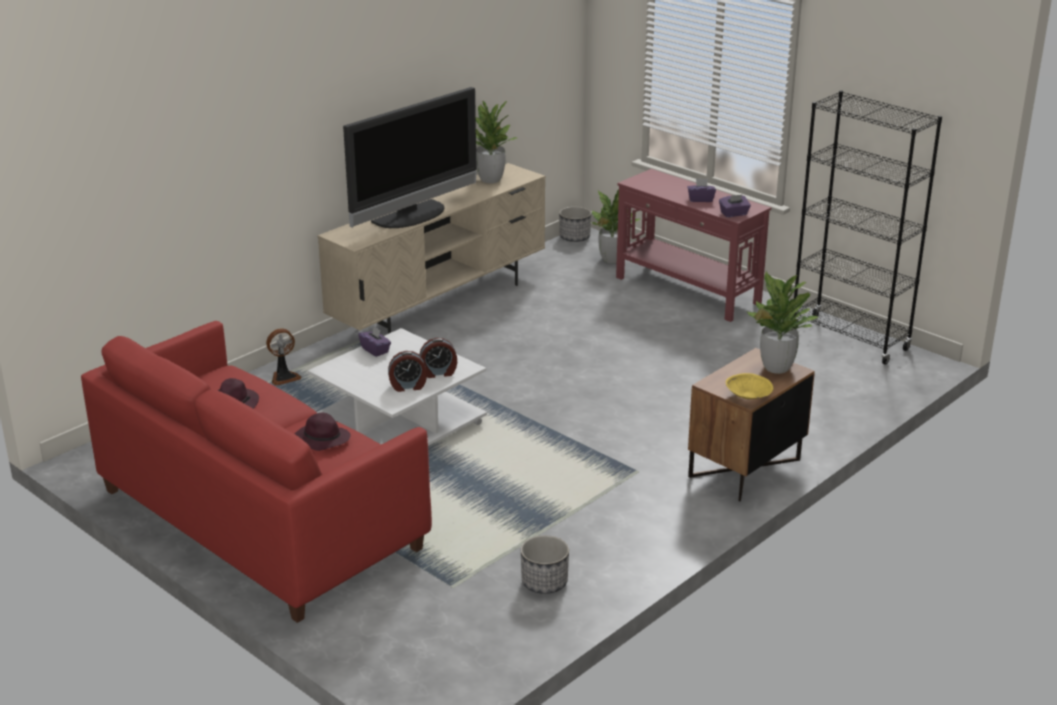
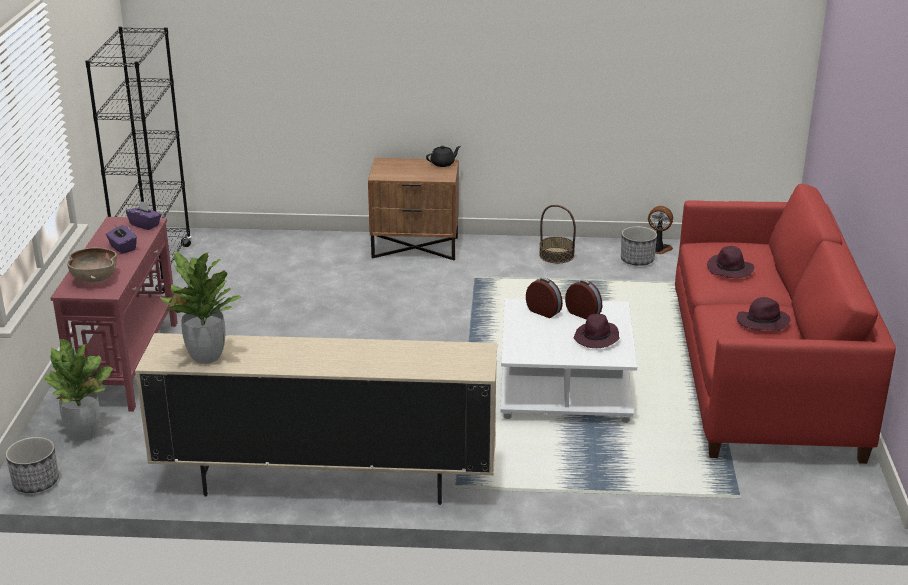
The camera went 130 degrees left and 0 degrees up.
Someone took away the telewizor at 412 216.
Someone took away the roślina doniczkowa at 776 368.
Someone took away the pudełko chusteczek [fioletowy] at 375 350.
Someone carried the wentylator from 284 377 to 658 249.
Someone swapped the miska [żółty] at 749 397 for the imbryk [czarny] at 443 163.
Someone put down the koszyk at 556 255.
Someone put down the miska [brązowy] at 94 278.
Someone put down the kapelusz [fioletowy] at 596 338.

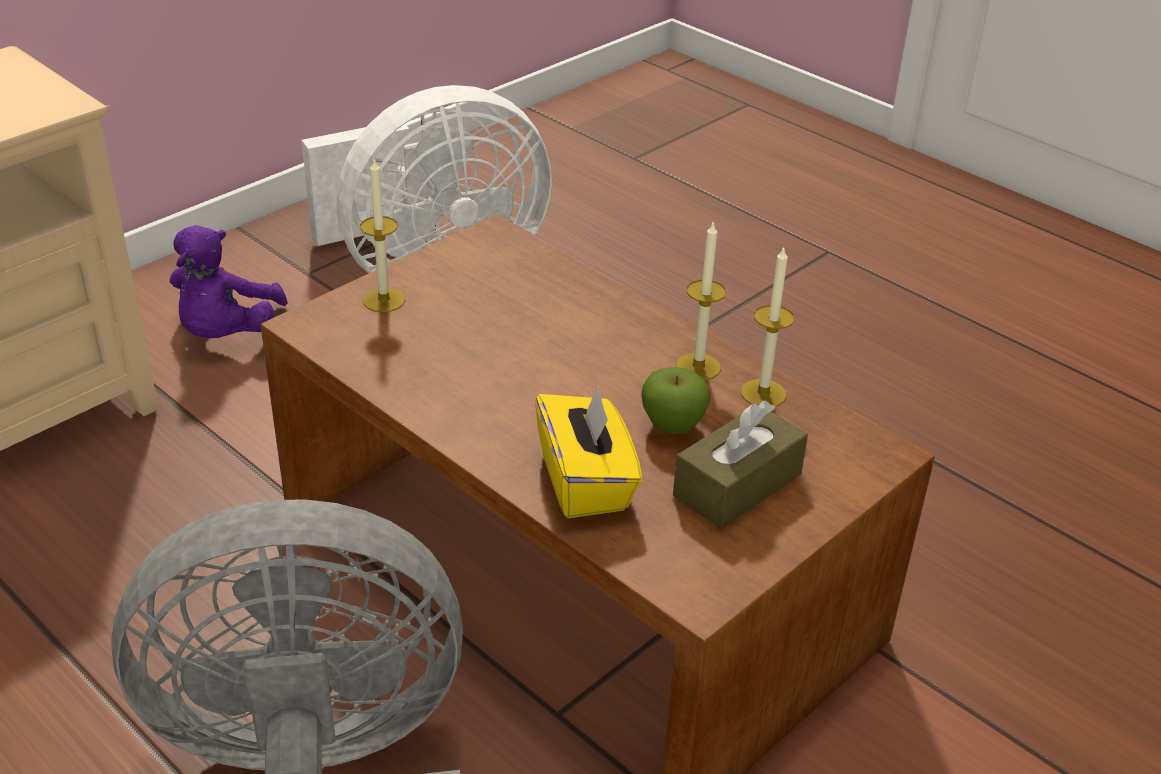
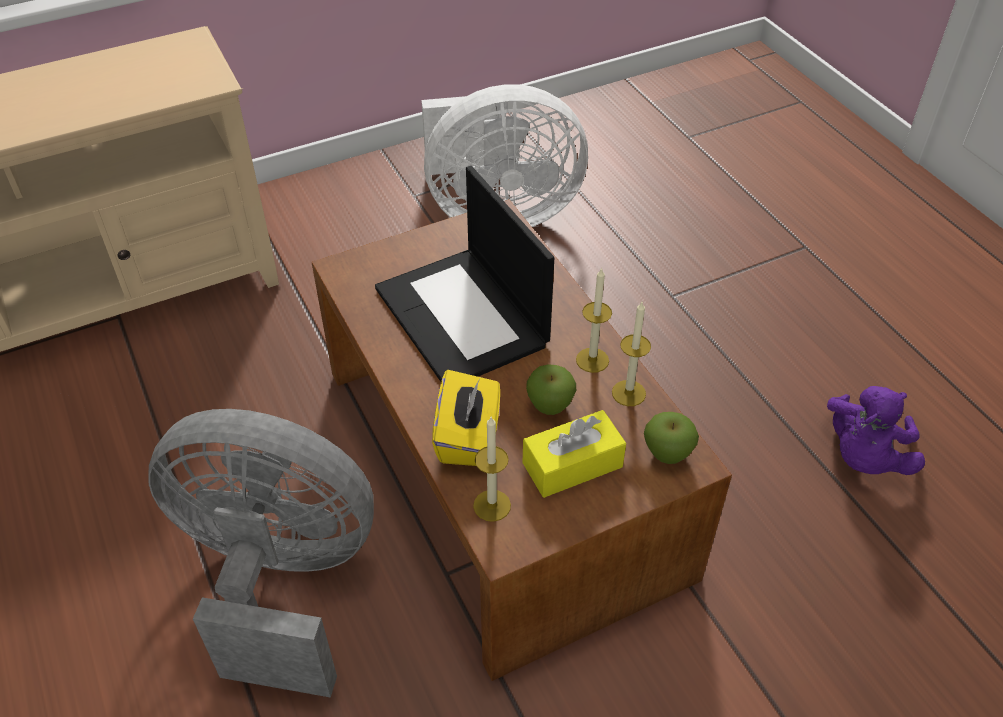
The camera went 20 degrees right and 10 degrees up.
Someone carried the świeca from 384 300 to 492 505.
Someone carried the pluszak [fioletowy] from 226 333 to 863 456.
Someone repainted the pudełko chusteczek [brązowy] at 737 485, which became the pudełko chusteczek [żółty] at 572 465.
Someone put down the laptop at 463 317.
Someone put down the jabłko at 667 453.

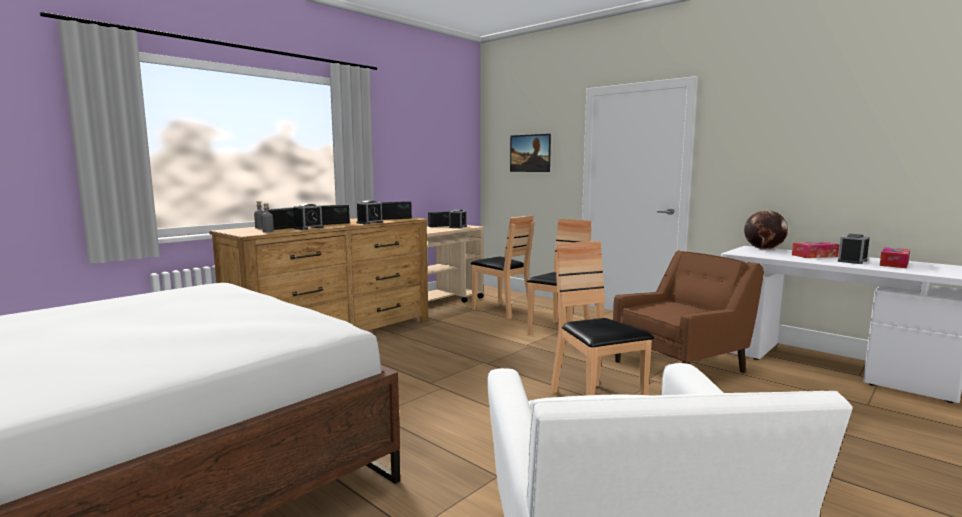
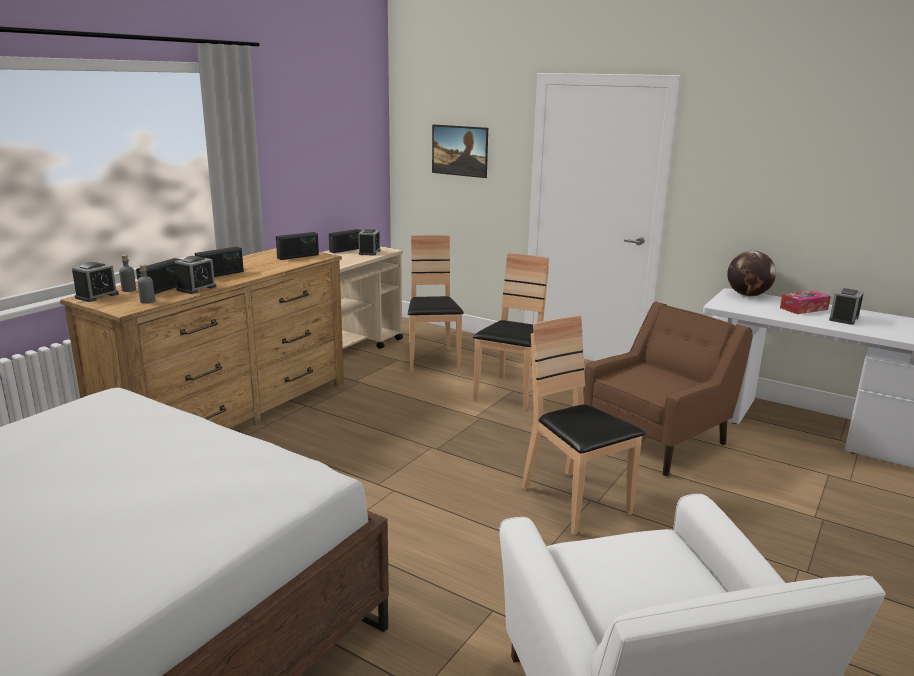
The camera went 10 degrees left and 10 degrees up.
Someone carried the budzik from 370 223 to 97 296.
Someone rotated the krzesło [brązowy] at 502 310 by 135 degrees counterclockwise.
Someone took away the pudełko chusteczek at 894 264.

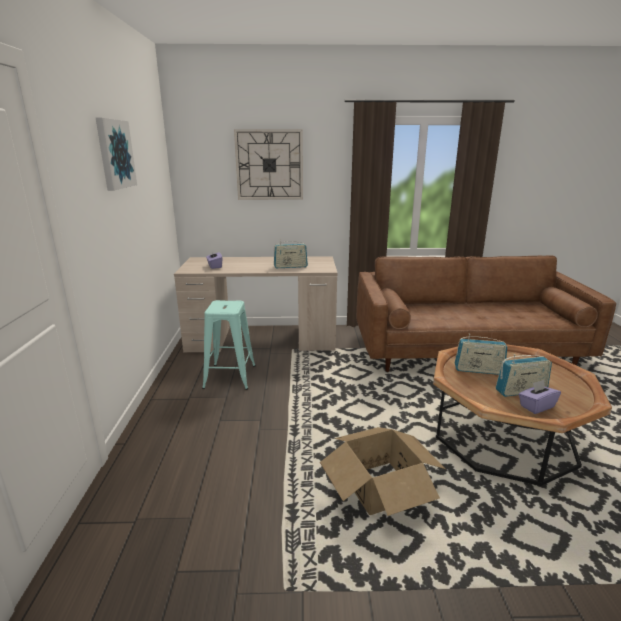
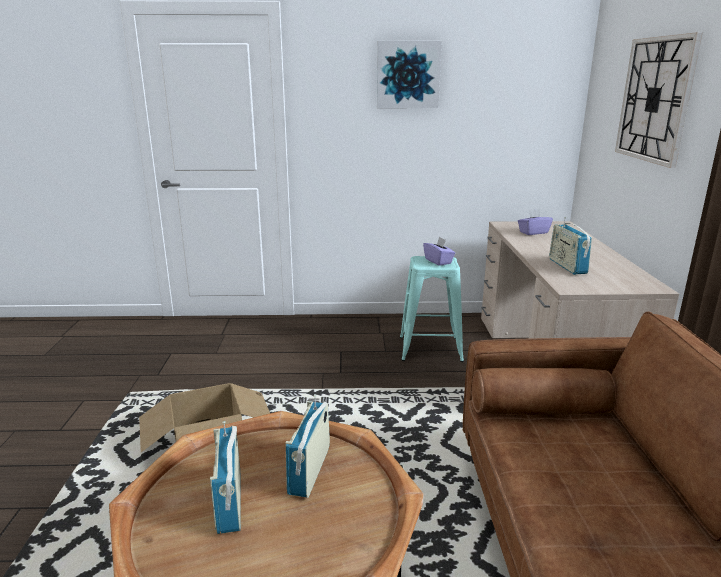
The camera went 90 degrees right and 0 degrees up.
Someone carried the pudełko chusteczek [fioletowy] from 536 406 to 438 261.

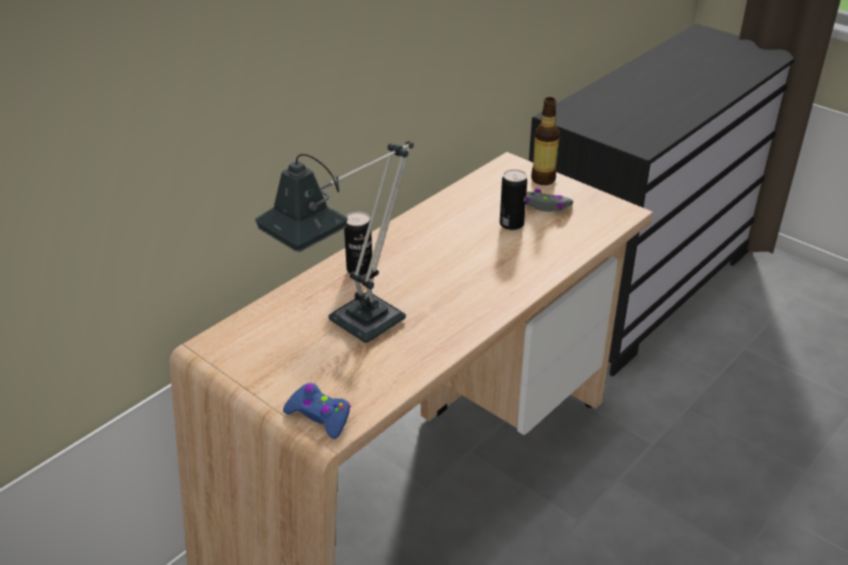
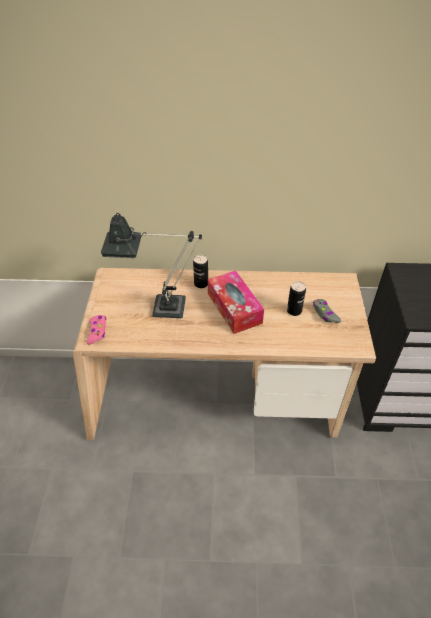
The camera went 50 degrees right and 10 degrees up.
Someone took away the butelka at 543 179.
Someone repainted the pad do gier [niebieski] at 319 416, which became the pad do gier [różowy] at 97 331.
Someone put down the pudełko chusteczek at 234 308.

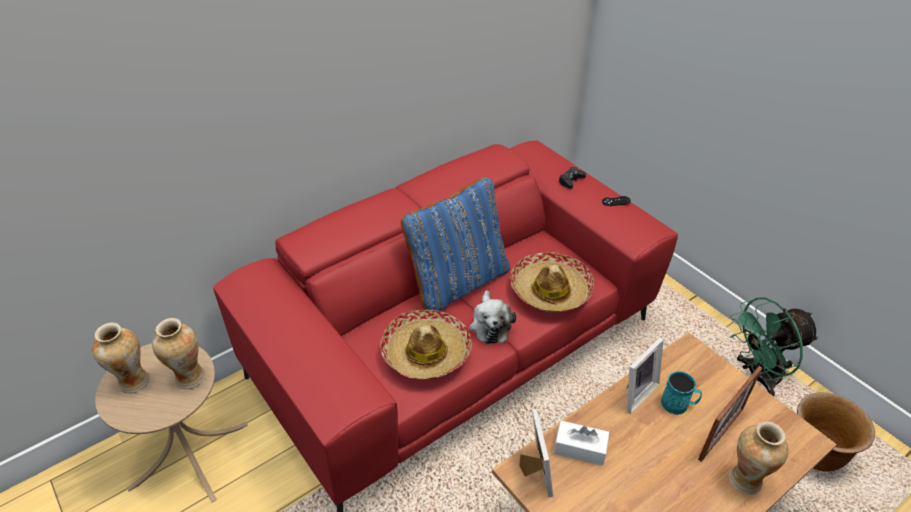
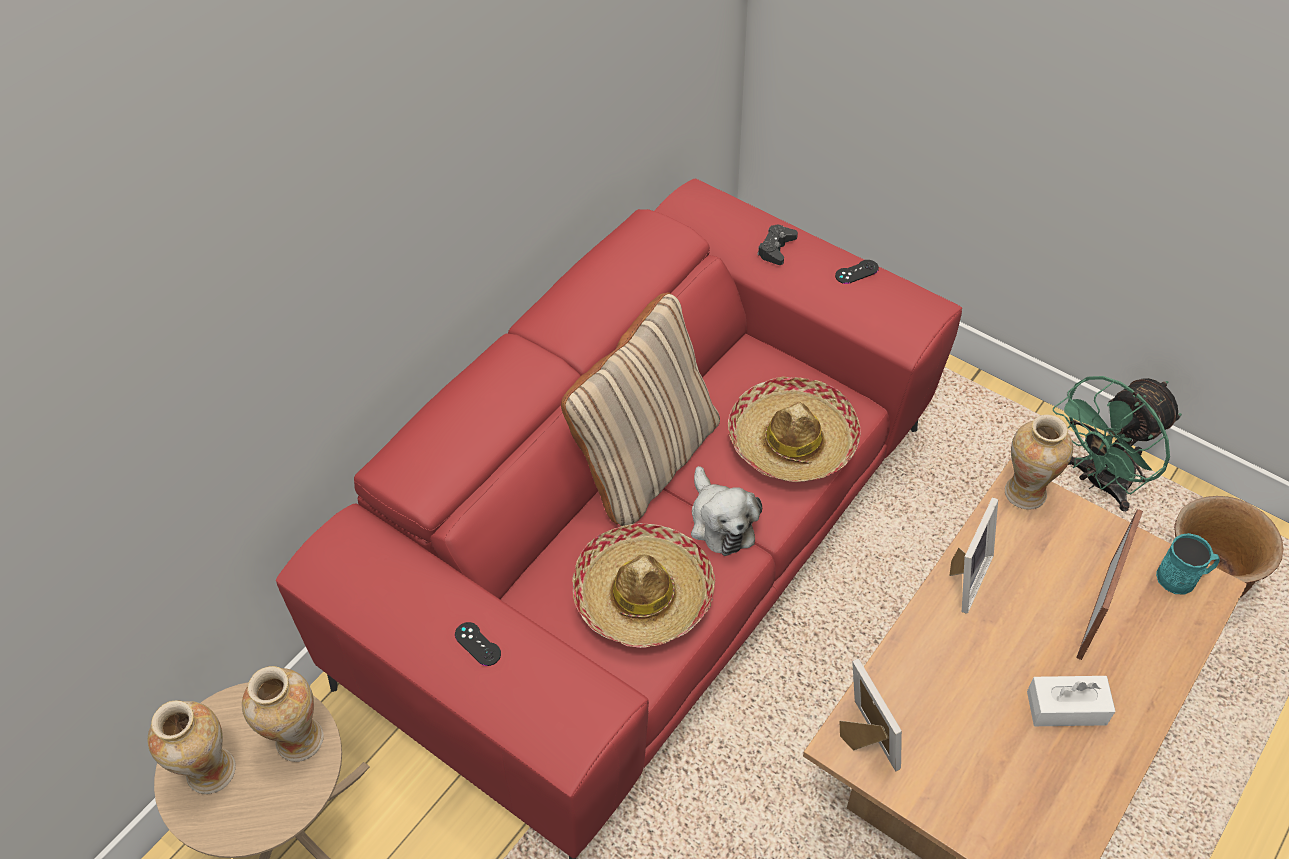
The camera went 15 degrees left and 10 degrees up.
Someone repainted the poduszka [niebieski] at 458 282, which became the poduszka [beżowy] at 646 460.
Someone carried the kubek [turkusowy] from 678 404 to 1182 577.
Someone carried the pudełko chusteczek [biały] from 580 448 to 1066 708.
Someone carried the wazon from 745 479 to 1025 492.
Someone put down the pad do gier [czarny] at 478 644.

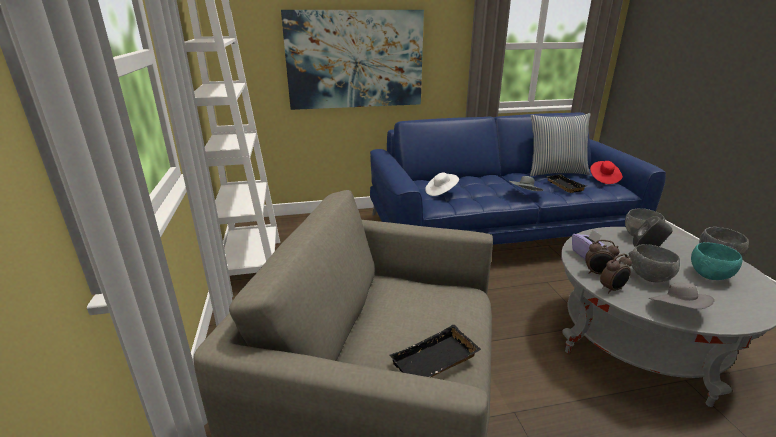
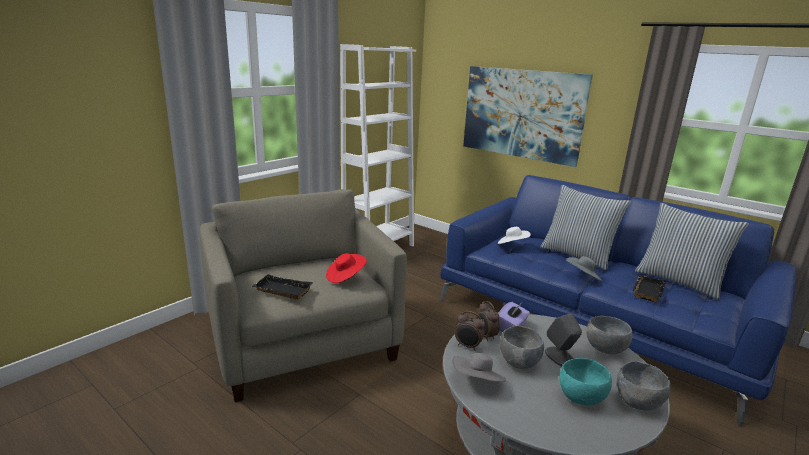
The camera went 50 degrees right and 5 degrees down.
Someone carried the kapelusz [czerwony] from 604 179 to 345 277.
Someone put down the poduszka at 577 255.

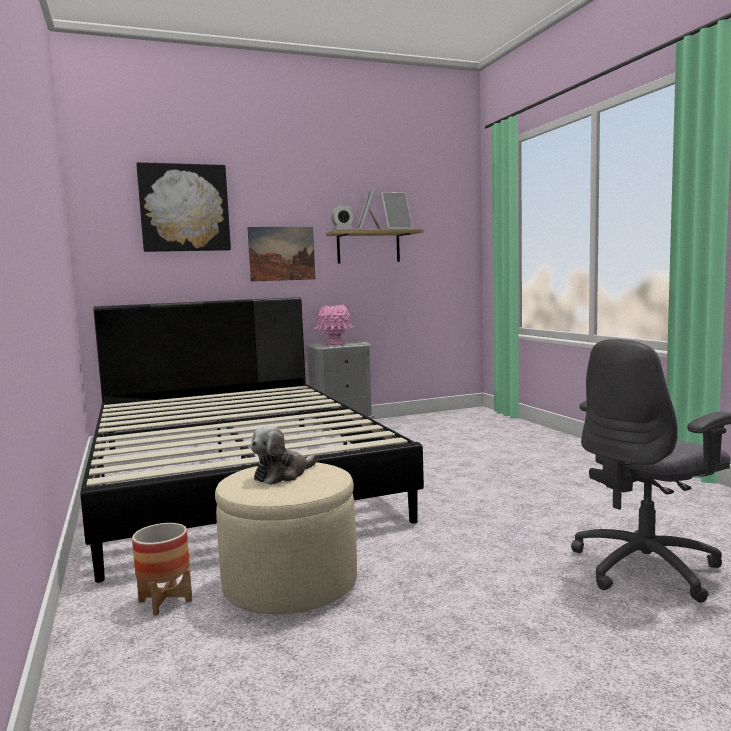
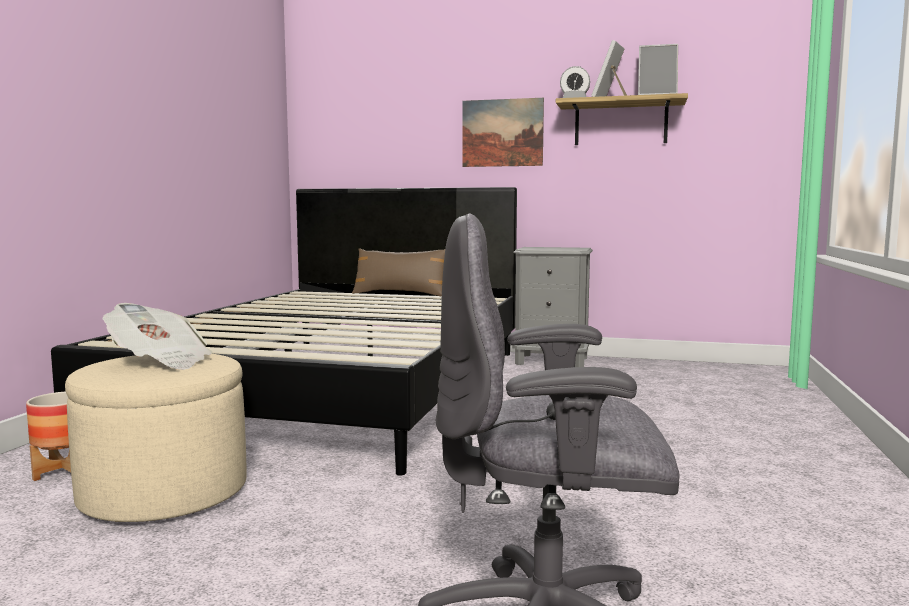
The camera went 35 degrees right and 0 degrees up.
Someone took away the obraz at 184 208.
Someone took away the wazon [różowy] at 334 344.
Someone swapped the pluszak at 283 475 for the gazeta at 160 362.
Someone put down the poduszka [brązowy] at 400 294.

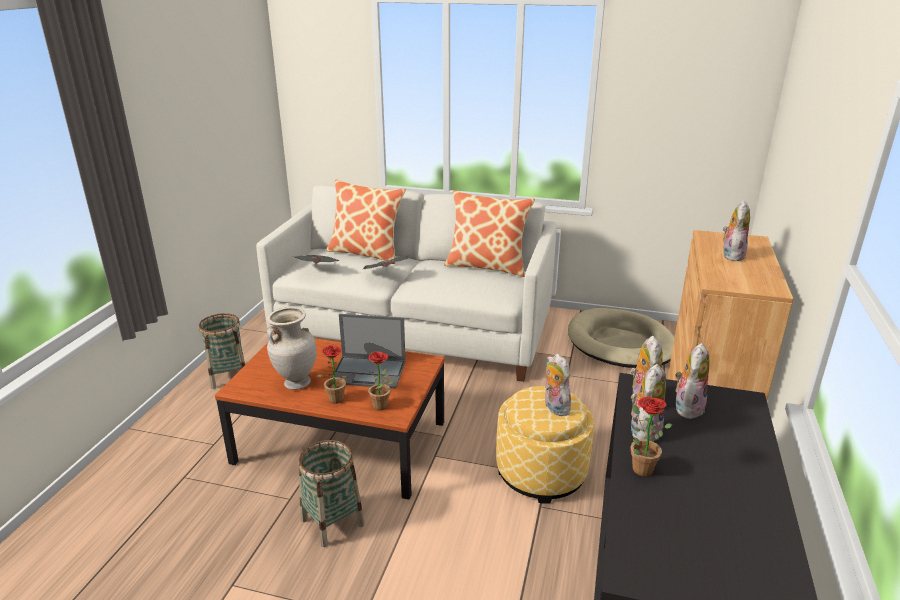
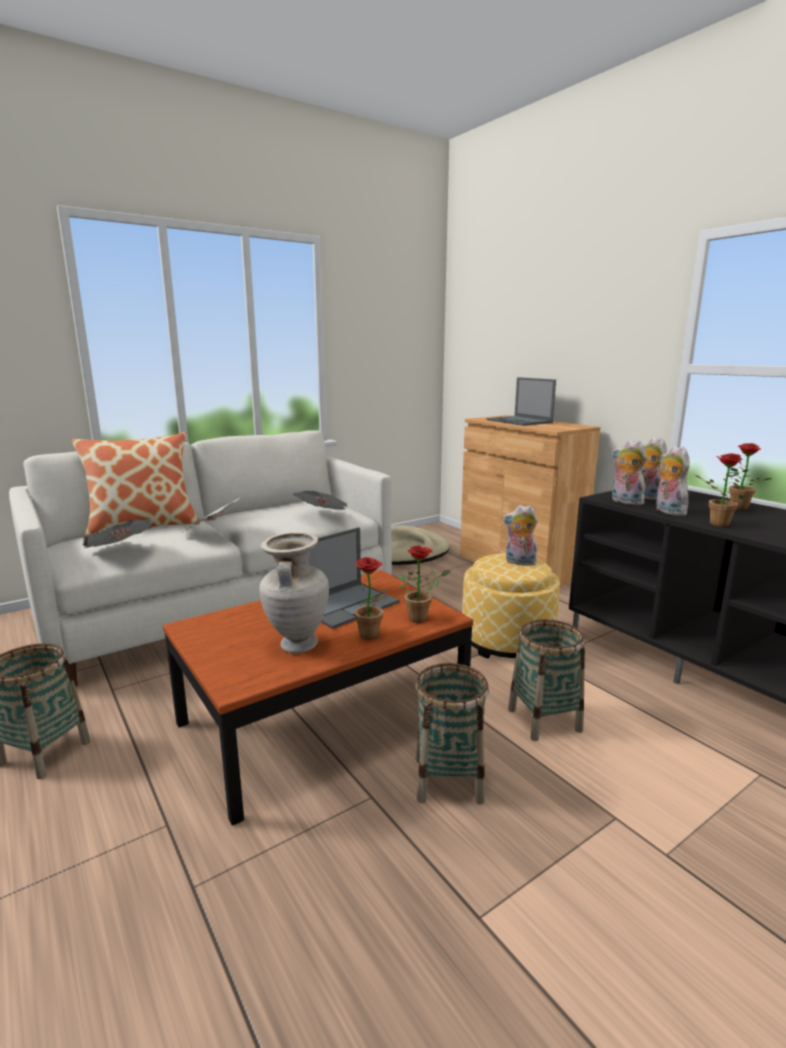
The camera went 50 degrees left and 10 degrees down.
Someone took away the poduszka at 487 266.
Someone swapped the pluszak at 731 255 for the laptop at 519 421.
Someone put down the roślina doniczkowa at 738 508.
Someone put down the gazeta at 323 515.
Someone put down the koszyk at 544 720.

